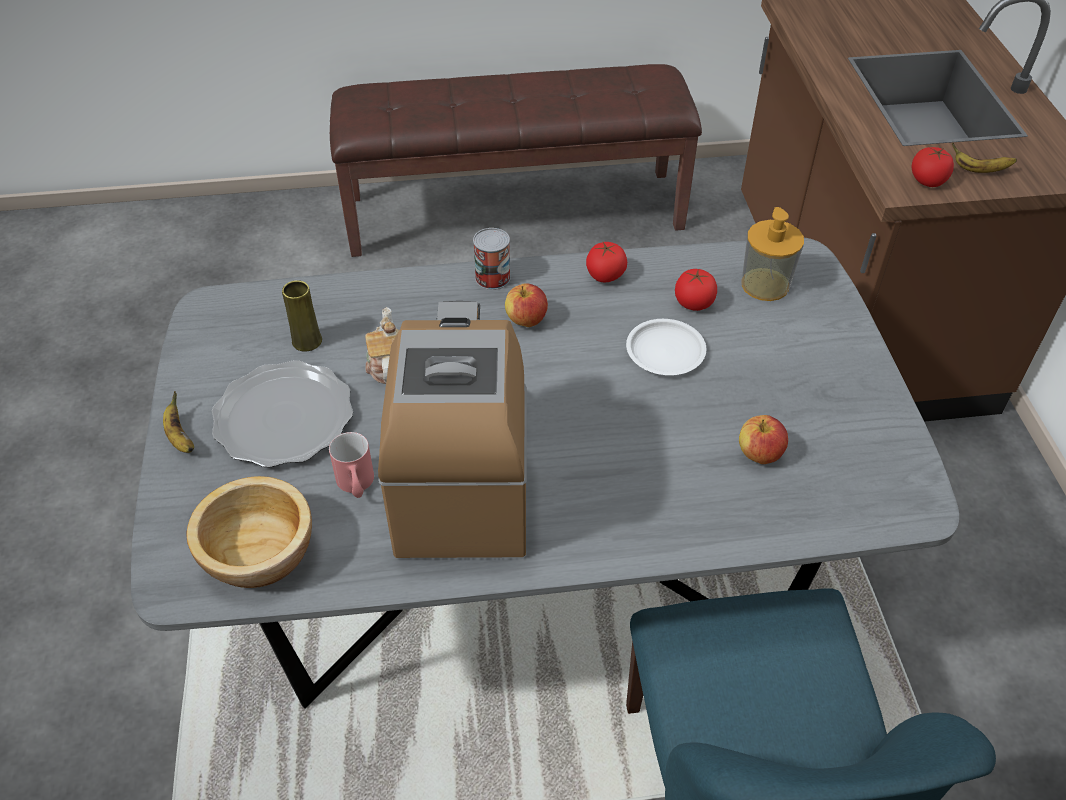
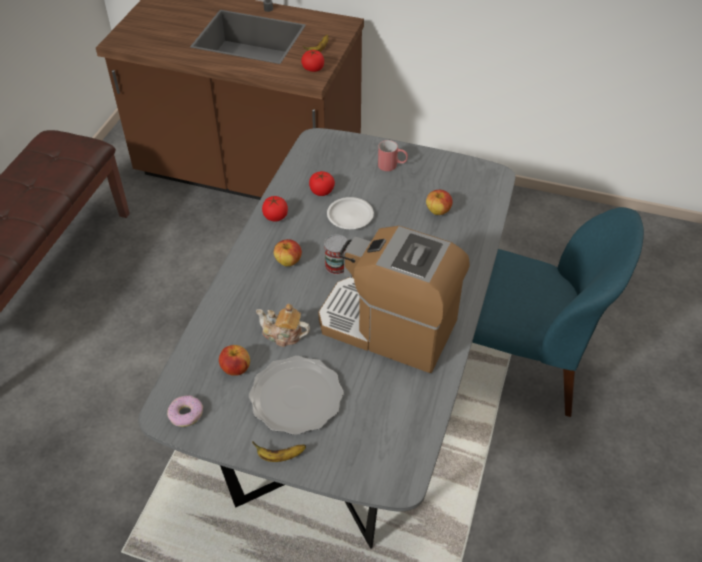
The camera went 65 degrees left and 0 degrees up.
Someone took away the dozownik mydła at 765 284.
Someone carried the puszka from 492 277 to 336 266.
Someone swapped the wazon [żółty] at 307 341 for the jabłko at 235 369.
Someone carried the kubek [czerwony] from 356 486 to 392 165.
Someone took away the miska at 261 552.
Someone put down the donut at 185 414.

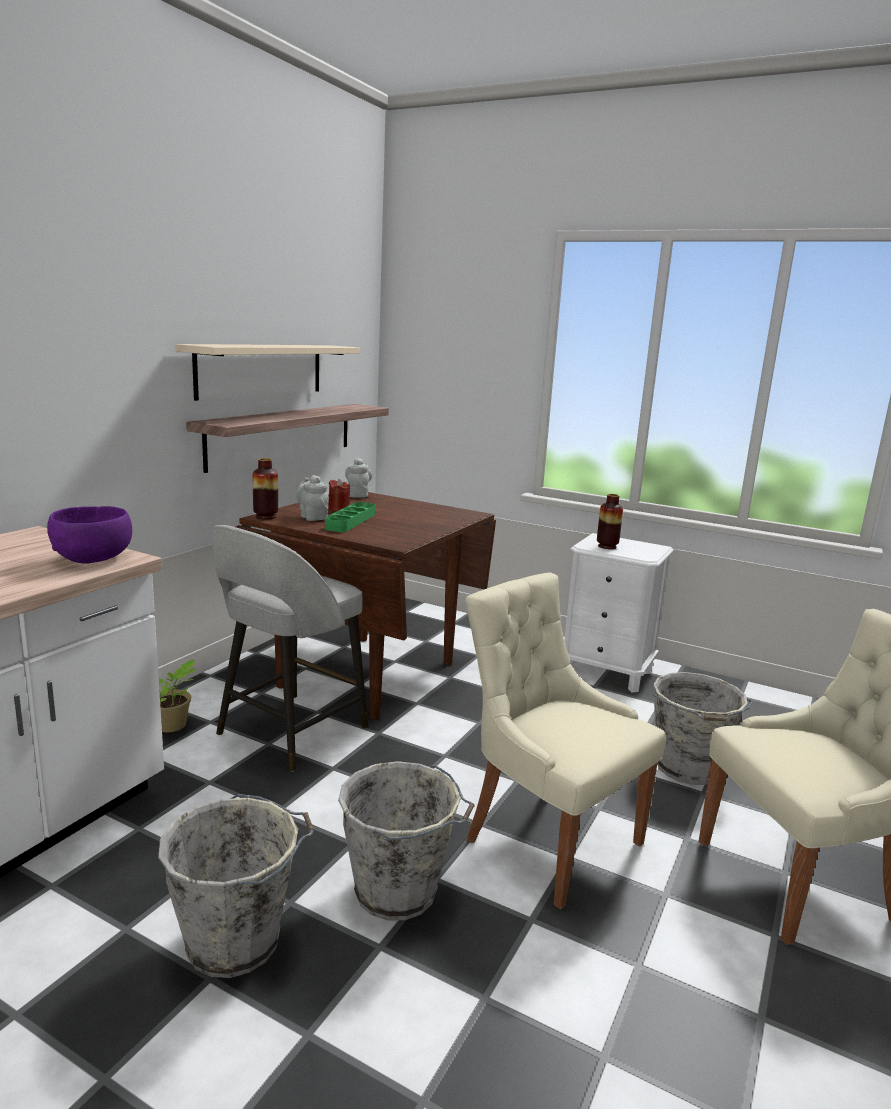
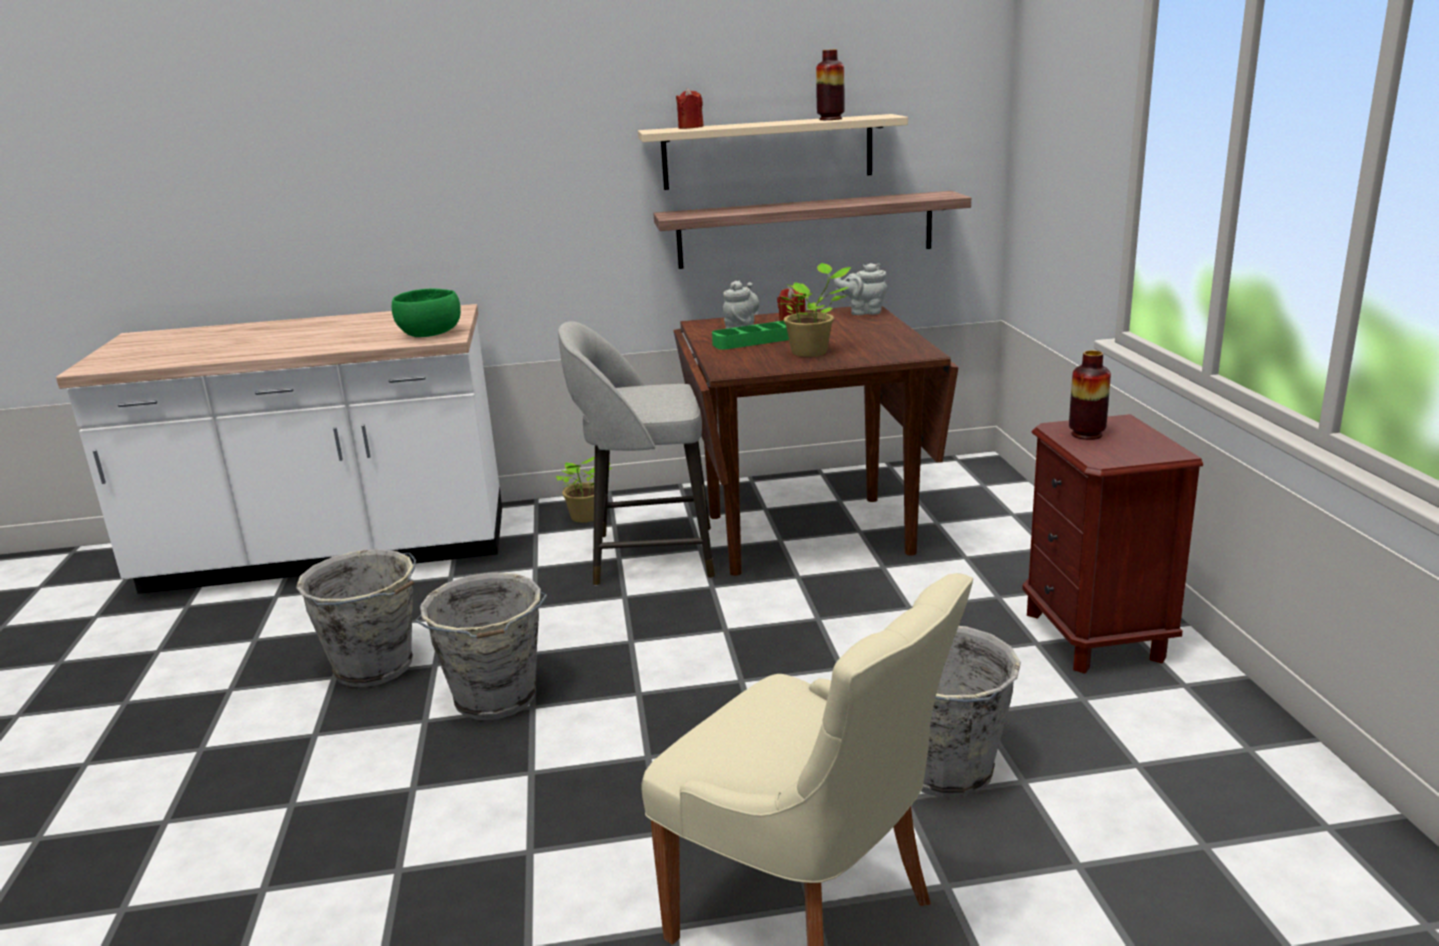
The camera went 55 degrees right and 5 degrees up.
Someone carried the wazon from 265 516 to 830 119.
Someone rotated the imbryk [szary] at 358 495 by 135 degrees counterclockwise.
Someone repainted the miska [fioletowy] at 94 558, which became the miska [zielony] at 430 334.
Someone repainted the szafka nocna [biały] at 606 672, which became the szafka nocna [brązowy] at 1094 636.
Someone took away the krzesło [beżowy] at 548 839.
Someone put down the świeca [czerwony] at 690 127.
Someone put down the roślina doniczkowa at 812 352.

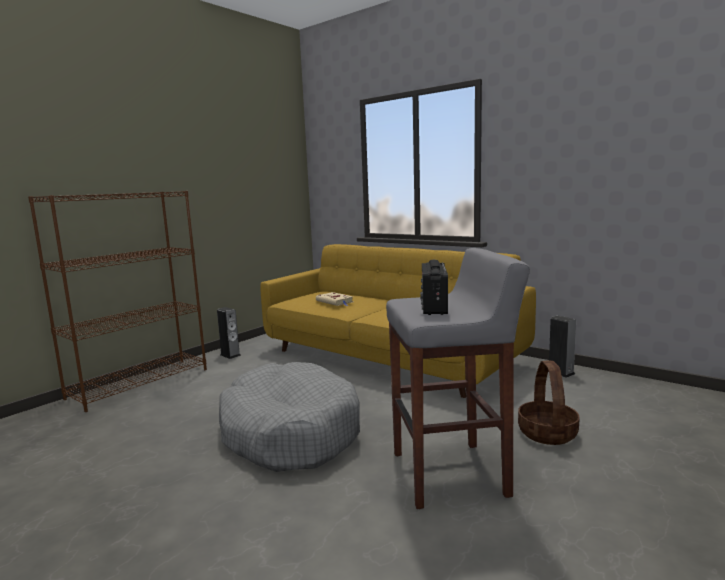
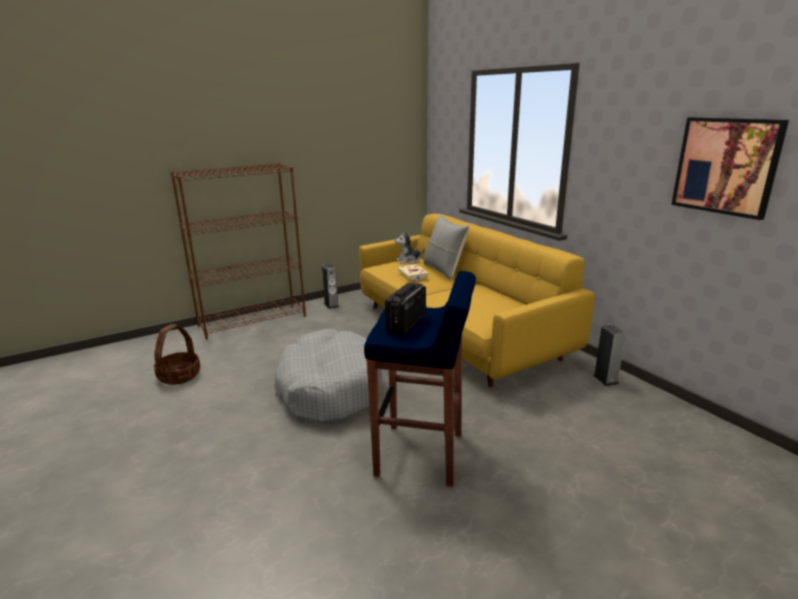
The camera went 20 degrees right and 10 degrees up.
Someone repainted the stołek [szary] at 451 474, which became the stołek [niebieski] at 421 454.
Someone carried the koszyk from 548 433 to 179 376.
Someone put up the obraz at 726 166.
Someone put down the poduszka [szary] at 443 270.
Someone put down the pluszak at 409 261.

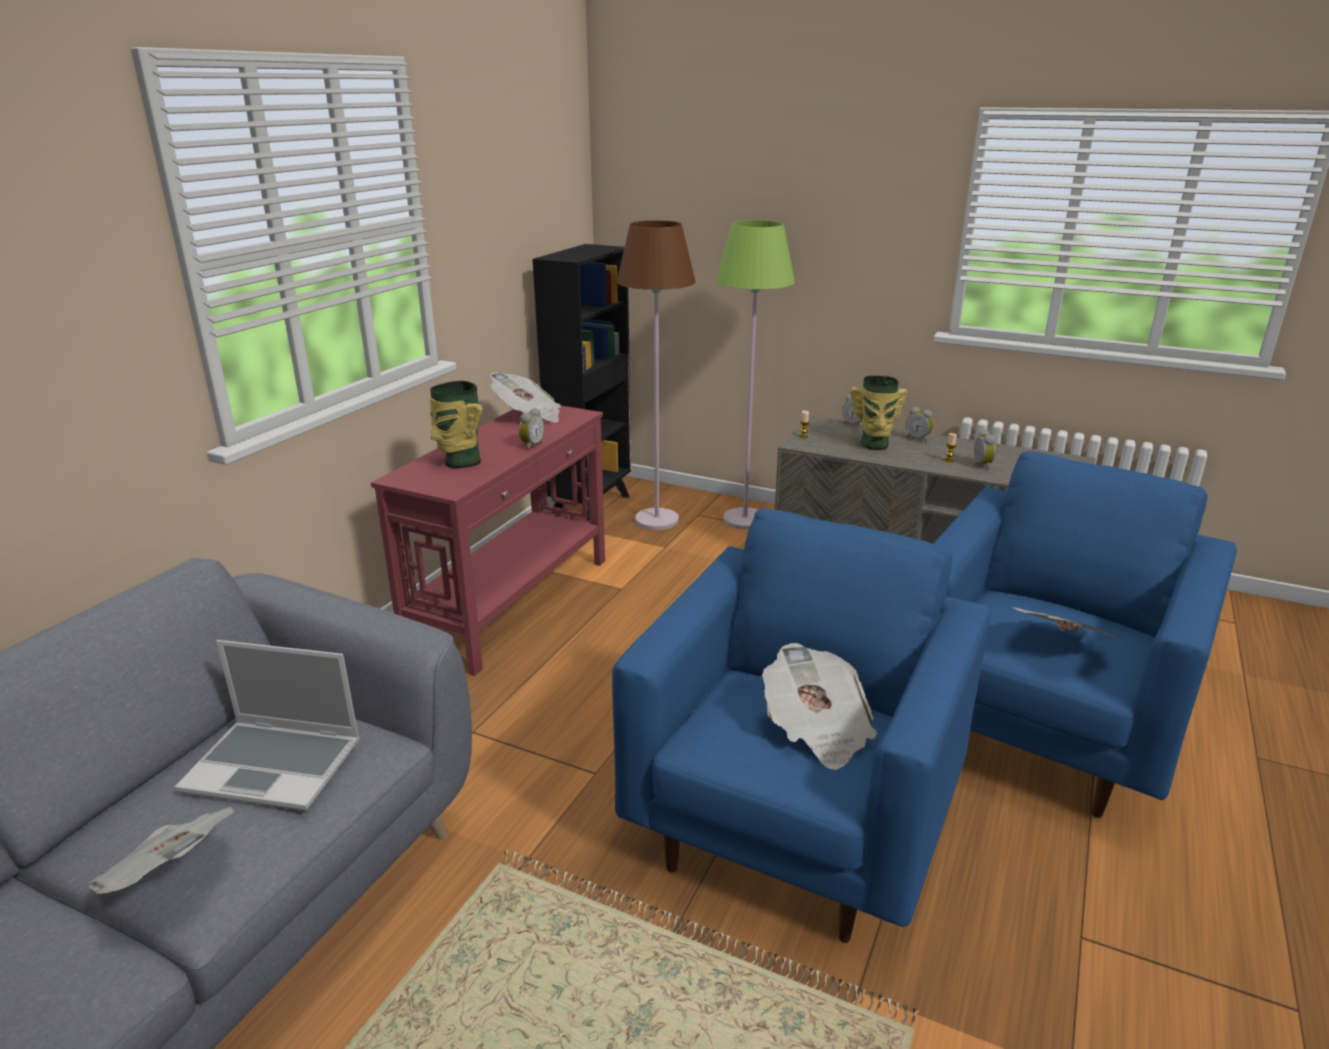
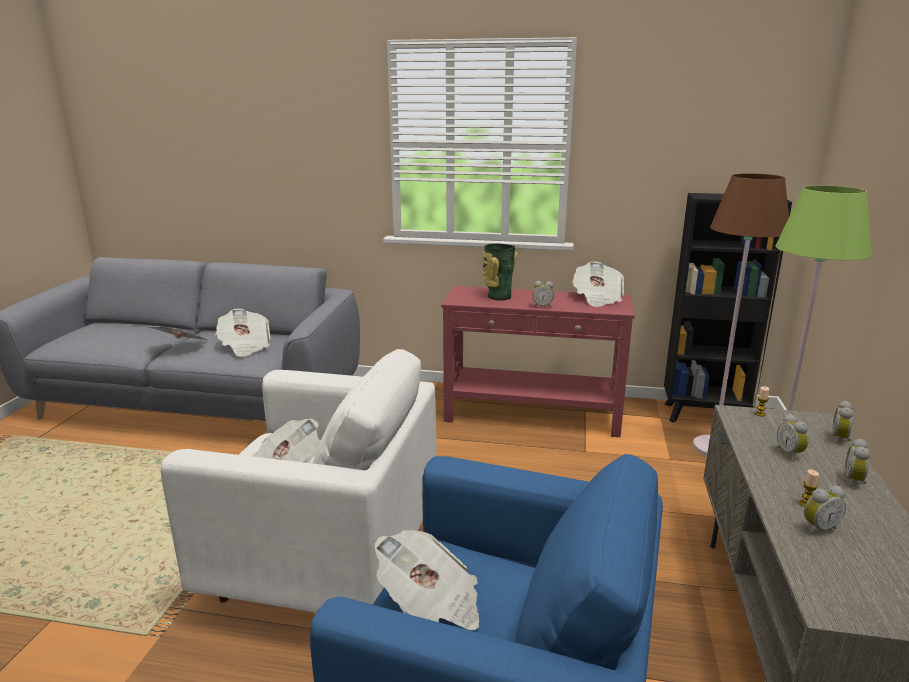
The camera went 75 degrees right and 5 degrees down.
Someone swapped the wazon at 874 445 for the budzik at 790 453.
Someone repainted the fotel [niebieski] at 795 827, which became the fotel [biały] at 325 568.
Someone swapped the laptop at 276 766 for the gazeta at 245 346.

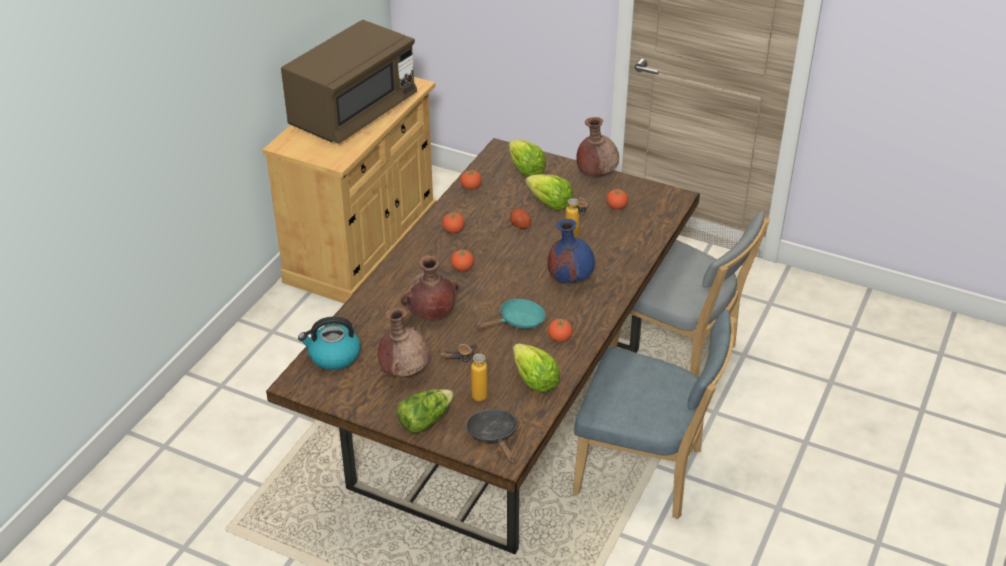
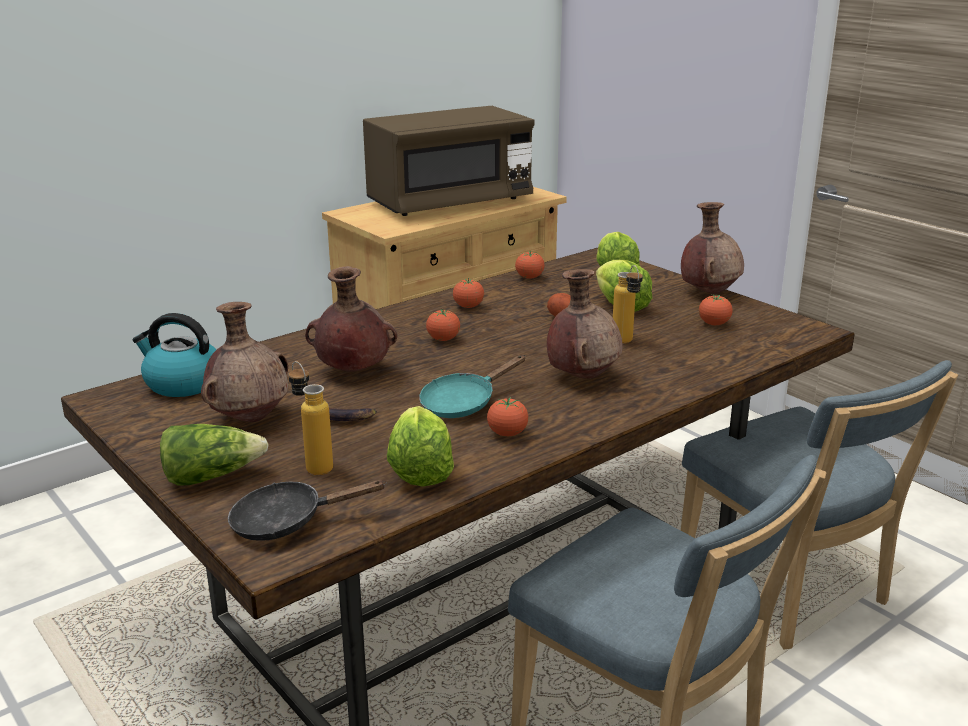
The camera went 25 degrees right and 15 degrees down.
Someone repainted the krzesło [szary] at 678 354, which became the krzesło [niebieski] at 787 591.
Someone repainted the wazon [niebieski] at 569 279, which became the wazon [brązowy] at 582 376.
Someone rotated the patelnia [turkusowy] at 517 322 by 150 degrees clockwise.
Someone rotated the patelnia [czarny] at 494 436 by 105 degrees counterclockwise.

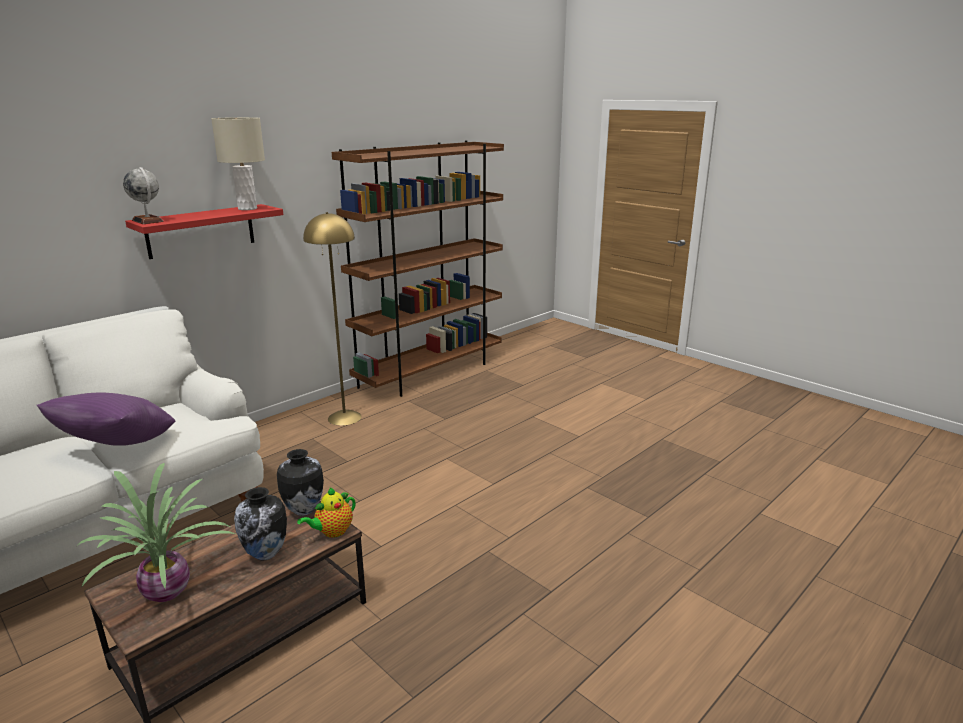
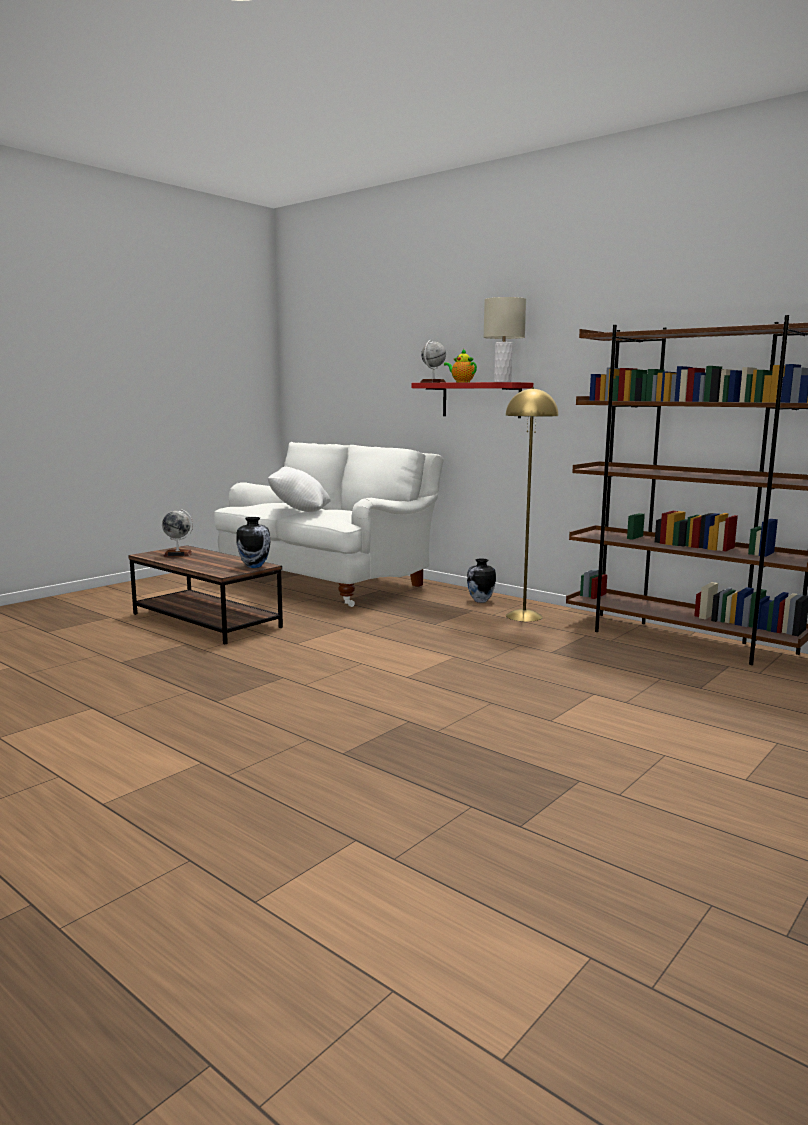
The camera went 85 degrees right and 10 degrees down.
Someone repainted the poduszka [fioletowy] at 117 447, which became the poduszka [biały] at 299 511.
Someone swapped the roślina doniczkowa at 168 590 for the globus at 178 554.
Someone carried the wazon from 266 554 to 480 601.
Someone carried the imbryk from 332 532 to 461 382.

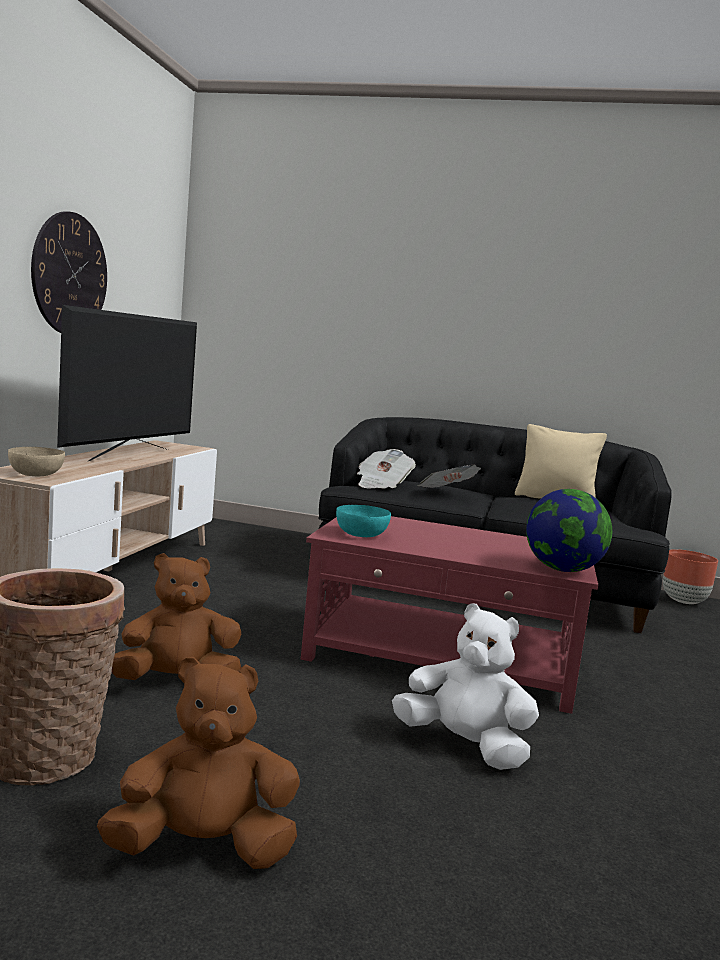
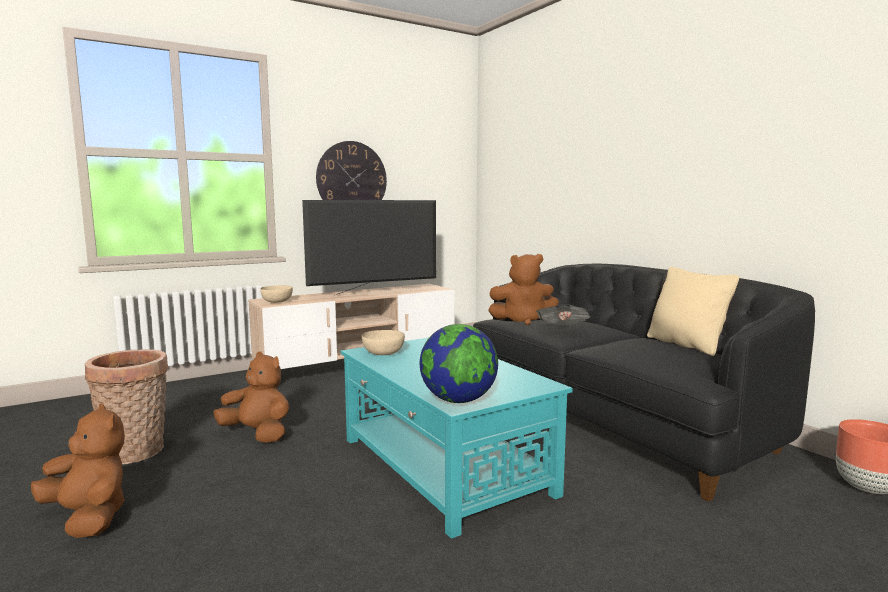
The camera went 45 degrees right and 0 degrees up.
Someone swapped the gazeta at 381 485 for the pluszak [brązowy] at 523 320.
Someone repainted the miska [turkusowy] at 361 535, which became the miska [beżowy] at 383 353.
Someone repainted the ława [czerwony] at 442 658, which became the ława [turkusowy] at 443 466.
Someone took away the pluszak [biały] at 464 746.

